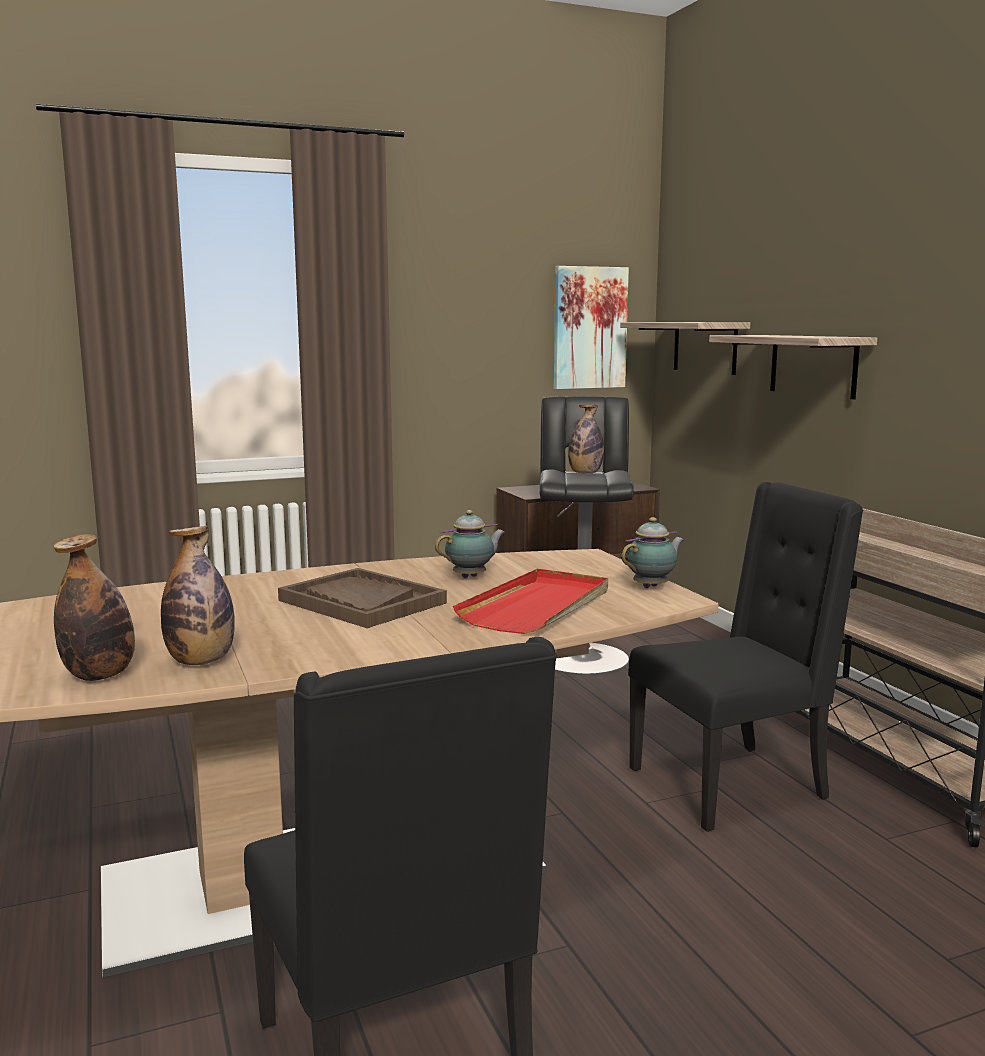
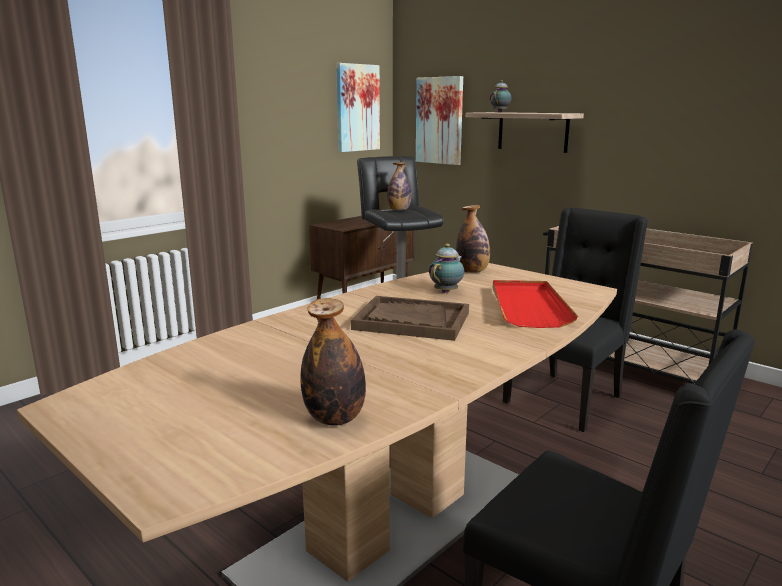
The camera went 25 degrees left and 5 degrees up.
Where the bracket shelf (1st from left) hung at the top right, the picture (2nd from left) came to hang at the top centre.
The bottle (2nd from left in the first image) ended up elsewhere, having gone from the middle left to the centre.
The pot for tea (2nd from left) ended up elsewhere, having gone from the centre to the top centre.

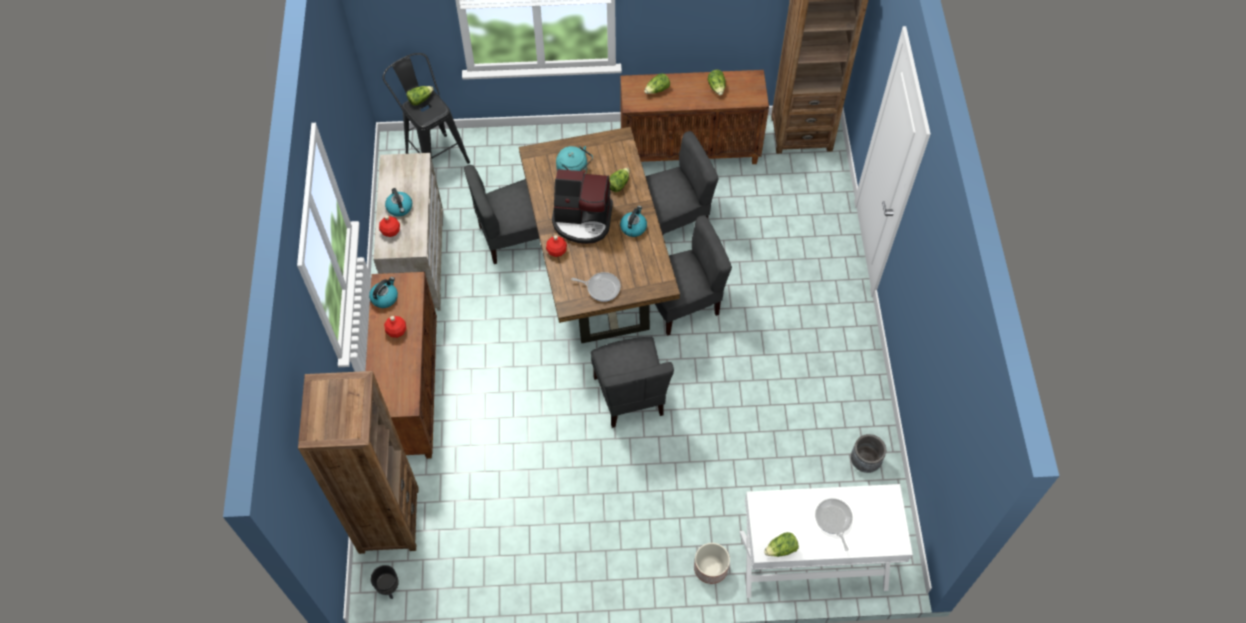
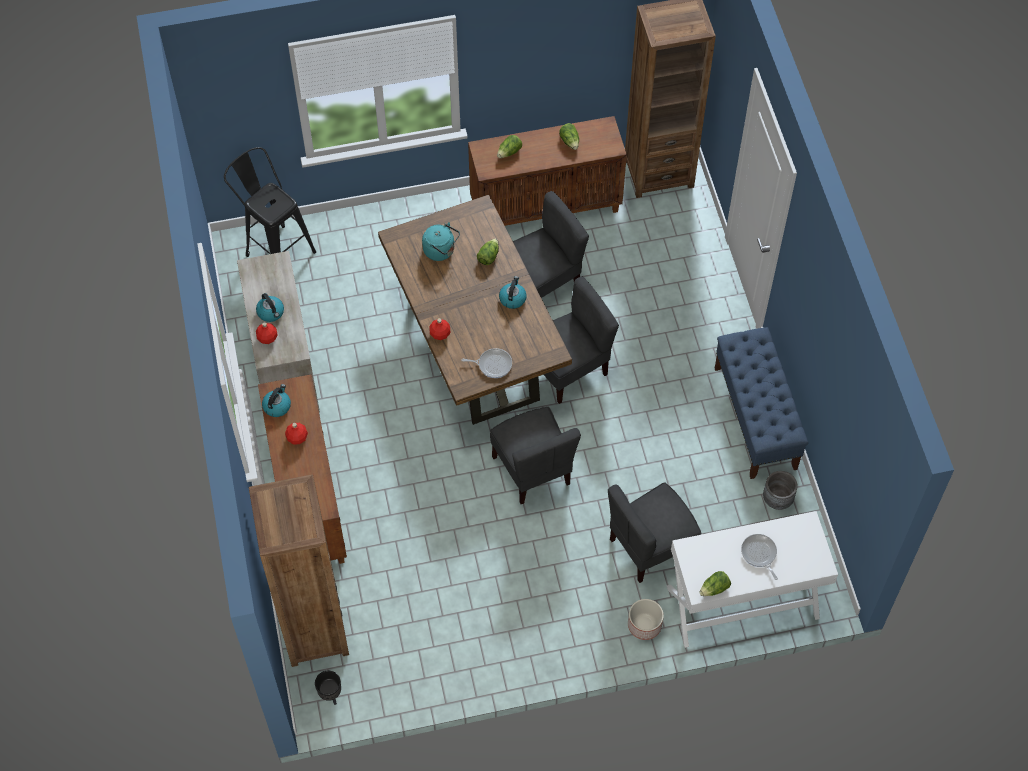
The camera went 10 degrees left and 0 degrees up.
The upright chair/grey (1st from left in the first image) ended up elsewhere, having gone from the centre to the bottom centre.
The second view gained the bench/bluish at the middle right.
The second view lost the head of lettuce (1st from left) at the top centre.
The second view lost the coffee brewer at the top centre.

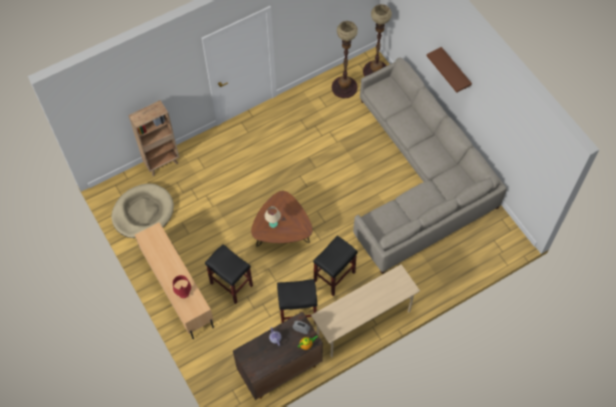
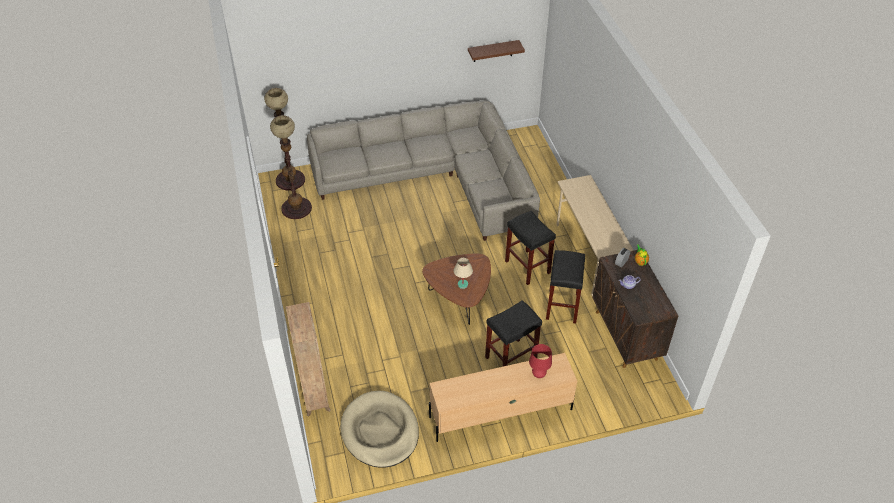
The camera went 75 degrees left and 15 degrees down.
The bracket shelf/brownish ended up elsewhere, having gone from the top right to the top centre.

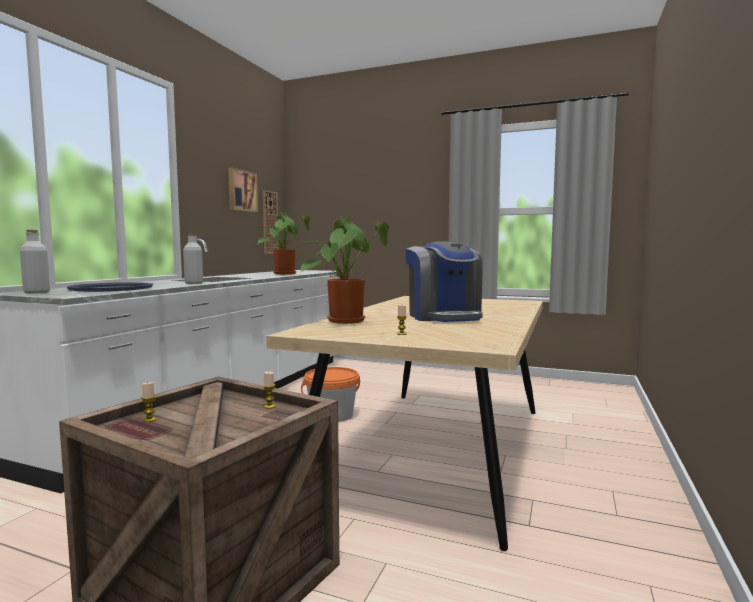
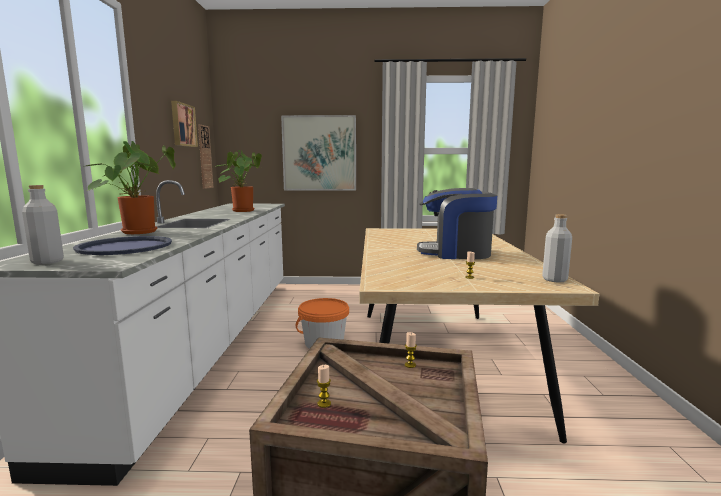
The camera went 20 degrees left and 5 degrees up.
The houseplant (2nd from left in the first image) ended up elsewhere, having gone from the centre to the middle left.
The second view gained the picture (2nd from left) at the top centre.
The coffee brewer at the centre ended up facing another way, 135 degrees clockwise from before.
The bottle/grey (2nd from left) ended up elsewhere, having gone from the middle left to the middle right.

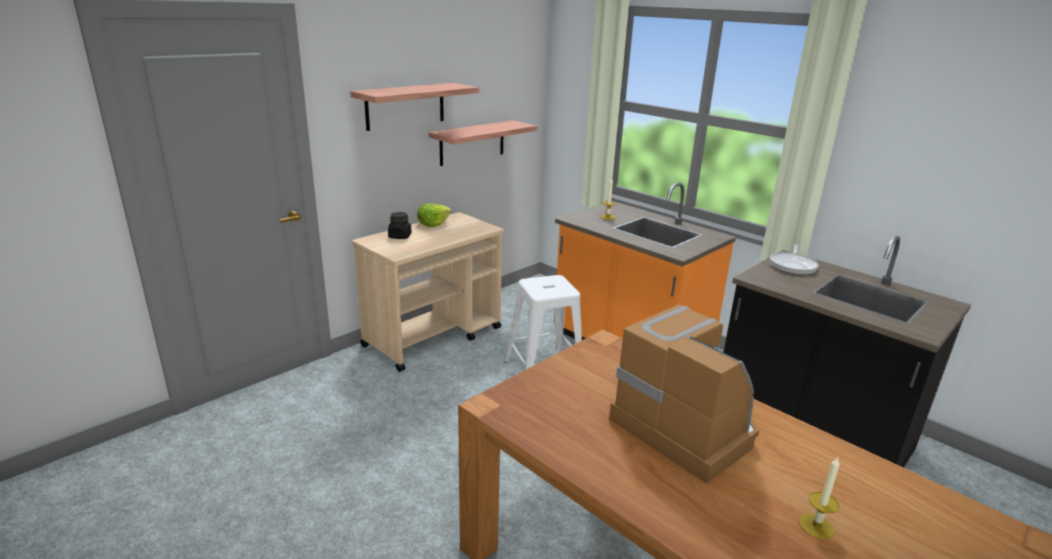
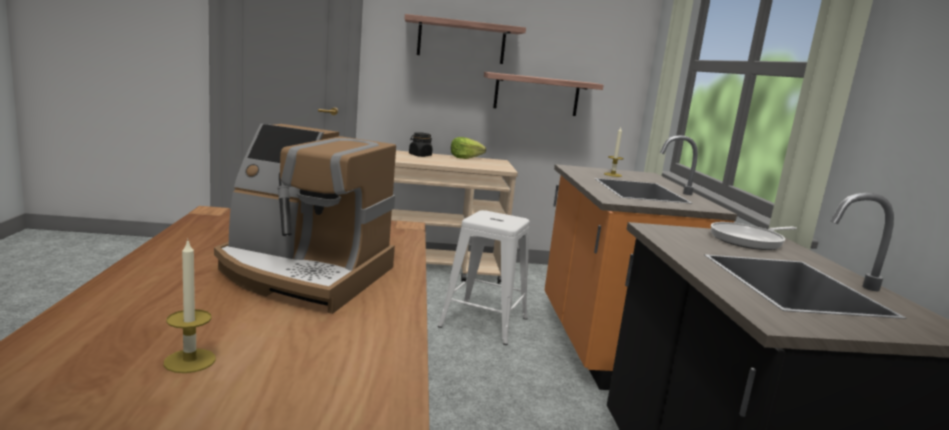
The camera went 40 degrees right and 10 degrees down.
The coffee brewer at the bottom centre ended up facing another way, 105 degrees clockwise from before.

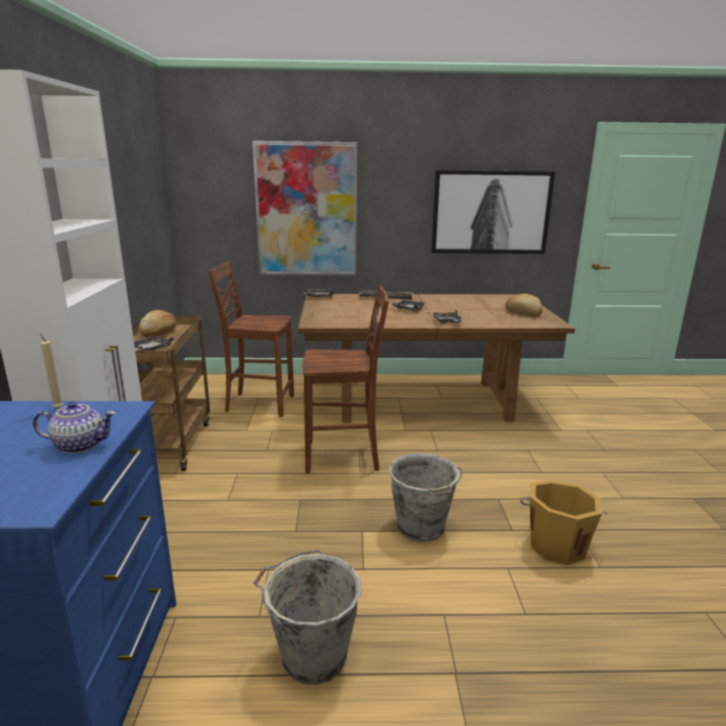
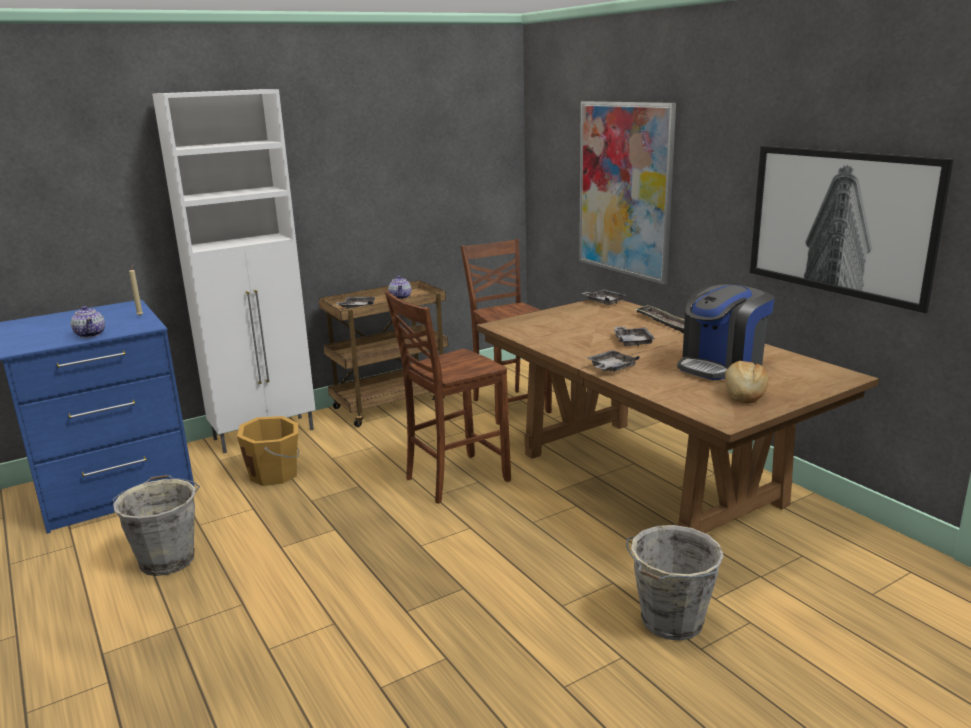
The camera went 60 degrees right and 0 degrees up.
The pail/orange ended up elsewhere, having gone from the bottom right to the middle left.
The upright chair/brownish (2nd from left in the first image) at the centre ended up facing another way, 90 degrees clockwise from before.
Where the baked bread (1st from left) stood at the middle left, the pot for tea (2nd from left) came to stand at the centre.
The pail/grey (2nd from left) ended up elsewhere, having gone from the bottom centre to the bottom right.
The second view gained the coffee brewer at the middle right.

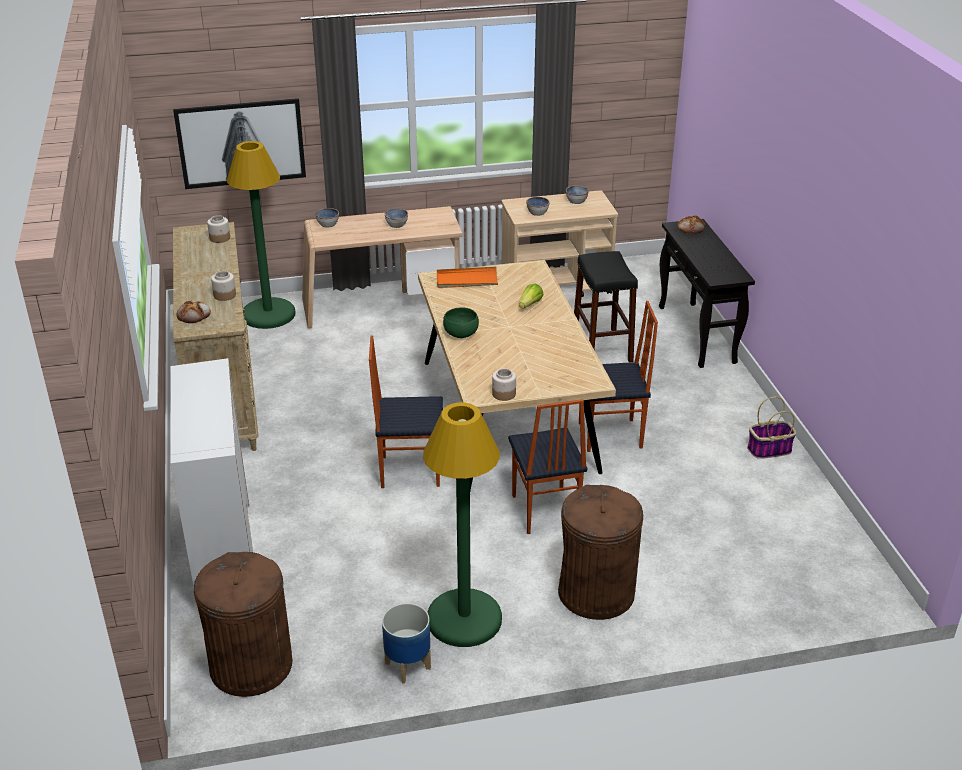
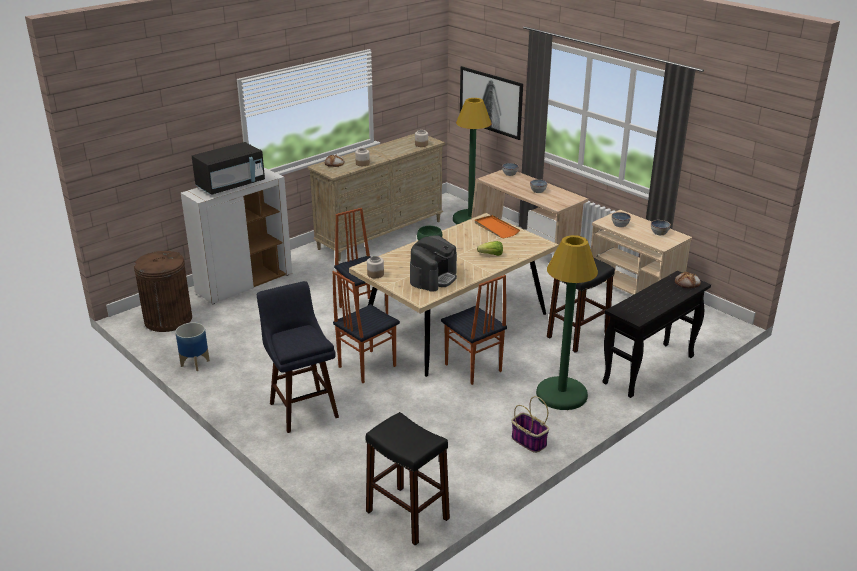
The camera went 60 degrees right and 5 degrees down.
The second view gained the microwave/black-coloured at the top left.
Where the trash can/brownish (2nd from left) stood at the bottom centre, the stool/bluish came to stand at the centre.
The second view gained the stool/black-coloured (1st from left) at the bottom centre.
The second view gained the coffee brewer at the centre.
The standard lamp/green-coloured (2nd from left) ended up elsewhere, having gone from the bottom centre to the centre.

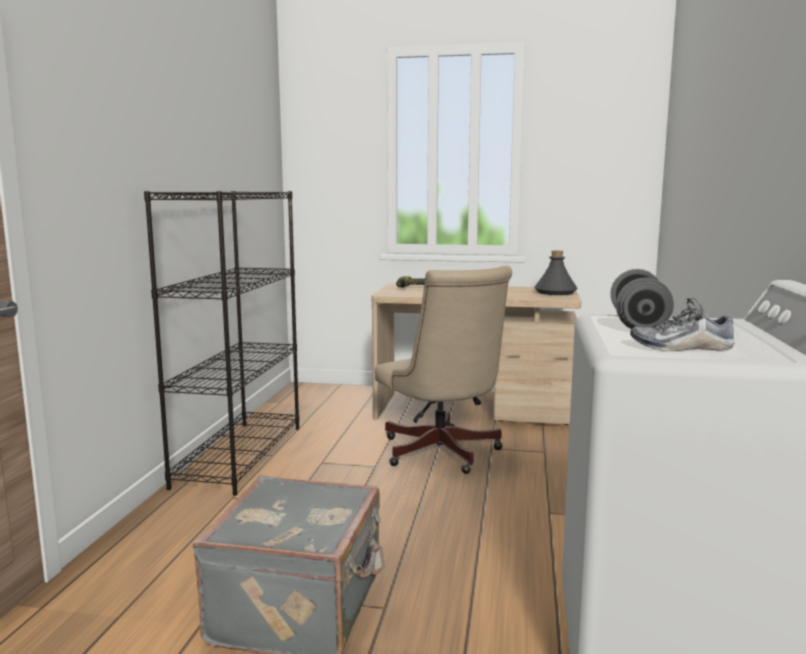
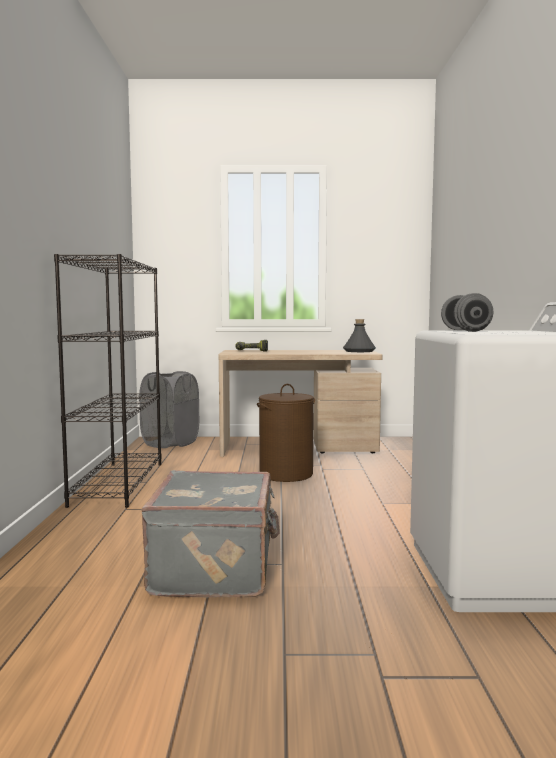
The camera went 10 degrees left and 5 degrees down.
The second view gained the washing basket/grey at the middle left.
Where the computer chair/beige-coloured stood at the centre, the washing basket/brownish came to stand at the centre.
The second view lost the shoe at the middle right.

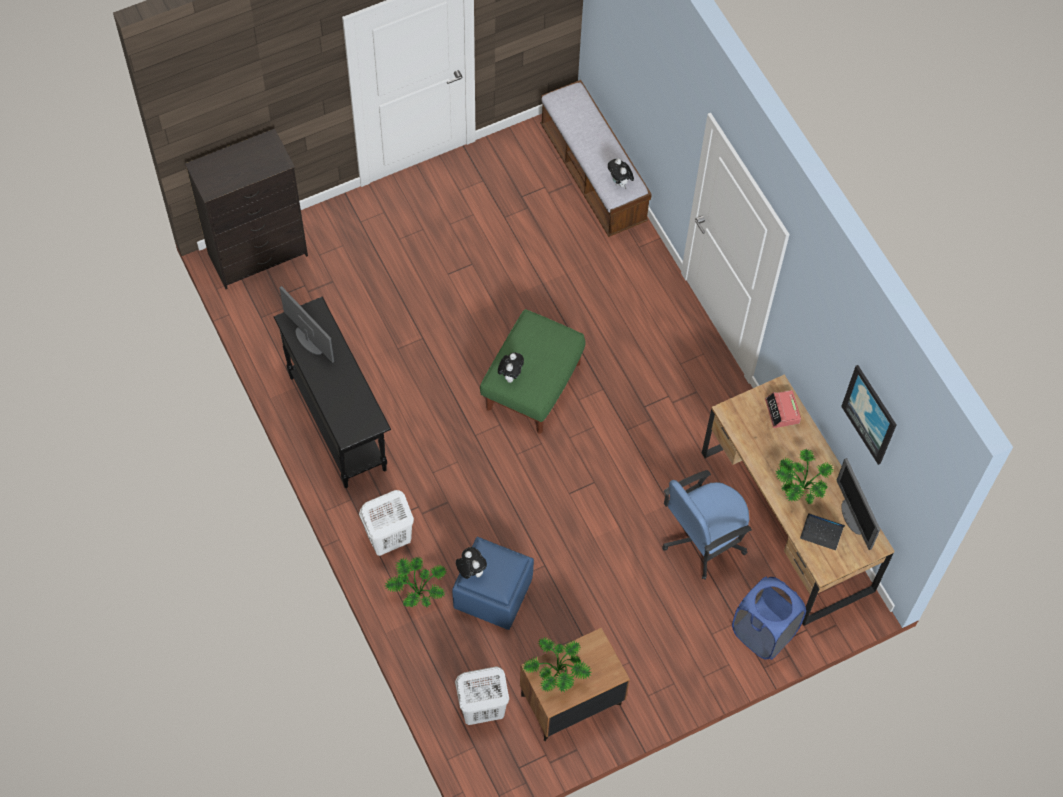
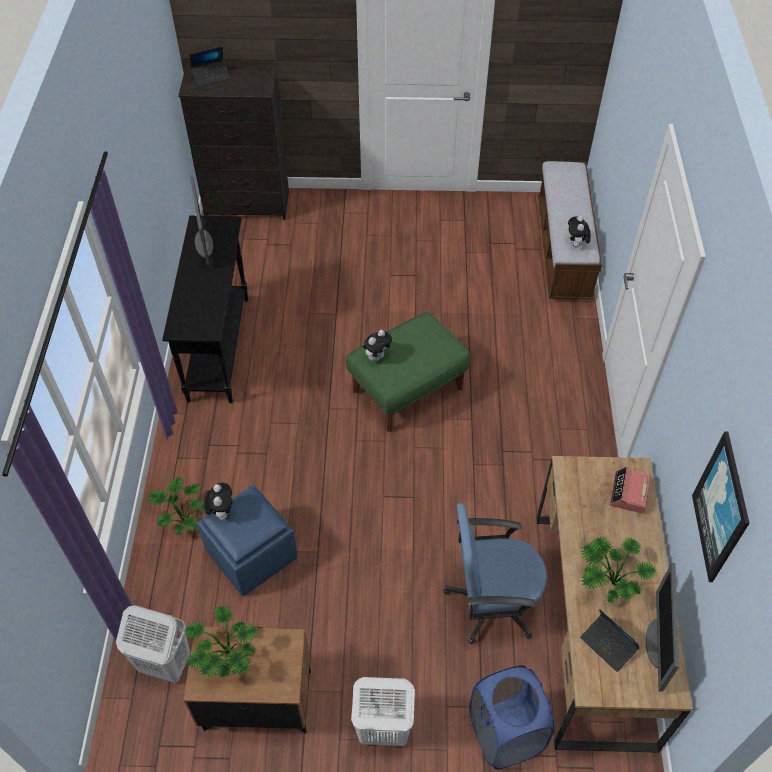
The camera went 30 degrees right and 10 degrees down.
The second view gained the laptop (1st from left) at the top left.
The washing basket/white (1st from left in the first image) ended up elsewhere, having gone from the centre to the bottom centre.

